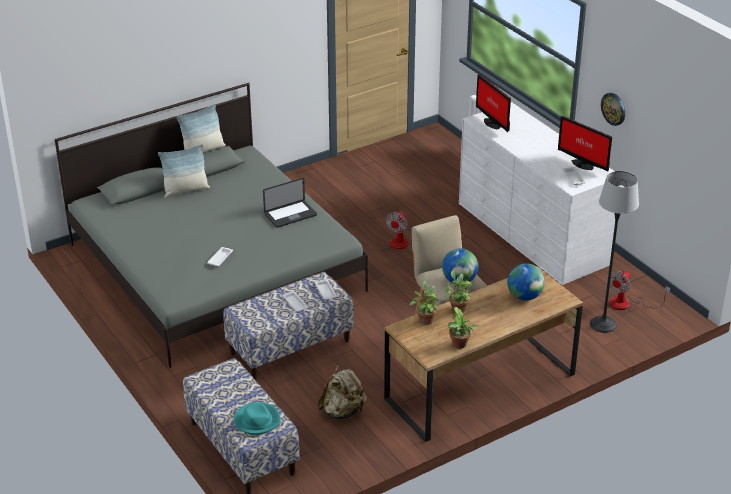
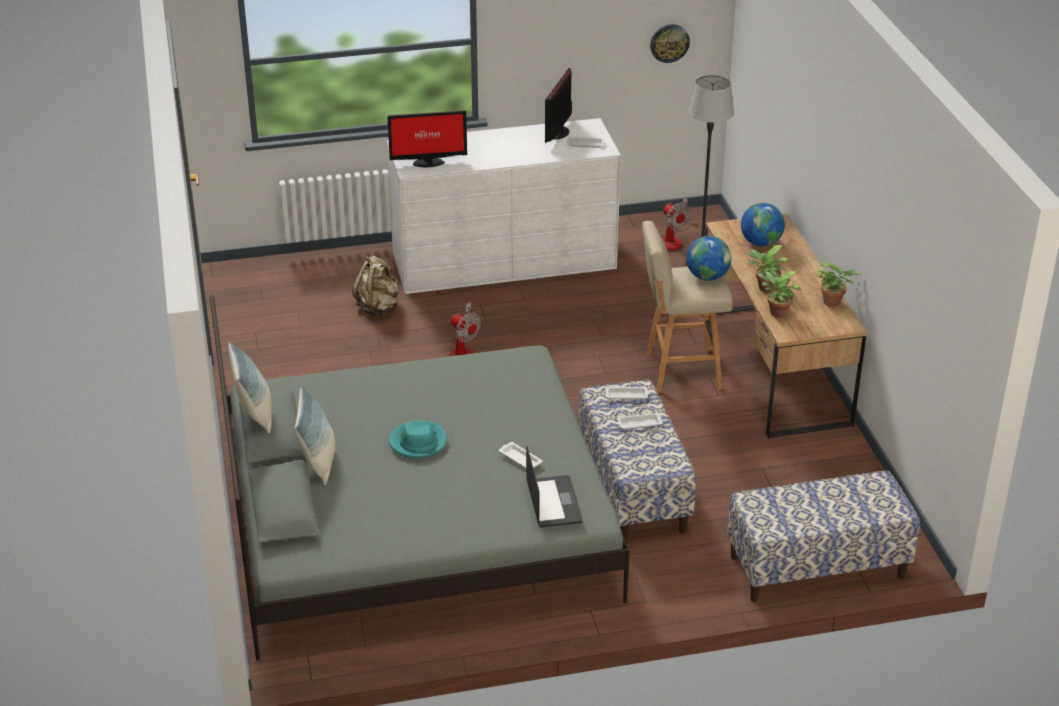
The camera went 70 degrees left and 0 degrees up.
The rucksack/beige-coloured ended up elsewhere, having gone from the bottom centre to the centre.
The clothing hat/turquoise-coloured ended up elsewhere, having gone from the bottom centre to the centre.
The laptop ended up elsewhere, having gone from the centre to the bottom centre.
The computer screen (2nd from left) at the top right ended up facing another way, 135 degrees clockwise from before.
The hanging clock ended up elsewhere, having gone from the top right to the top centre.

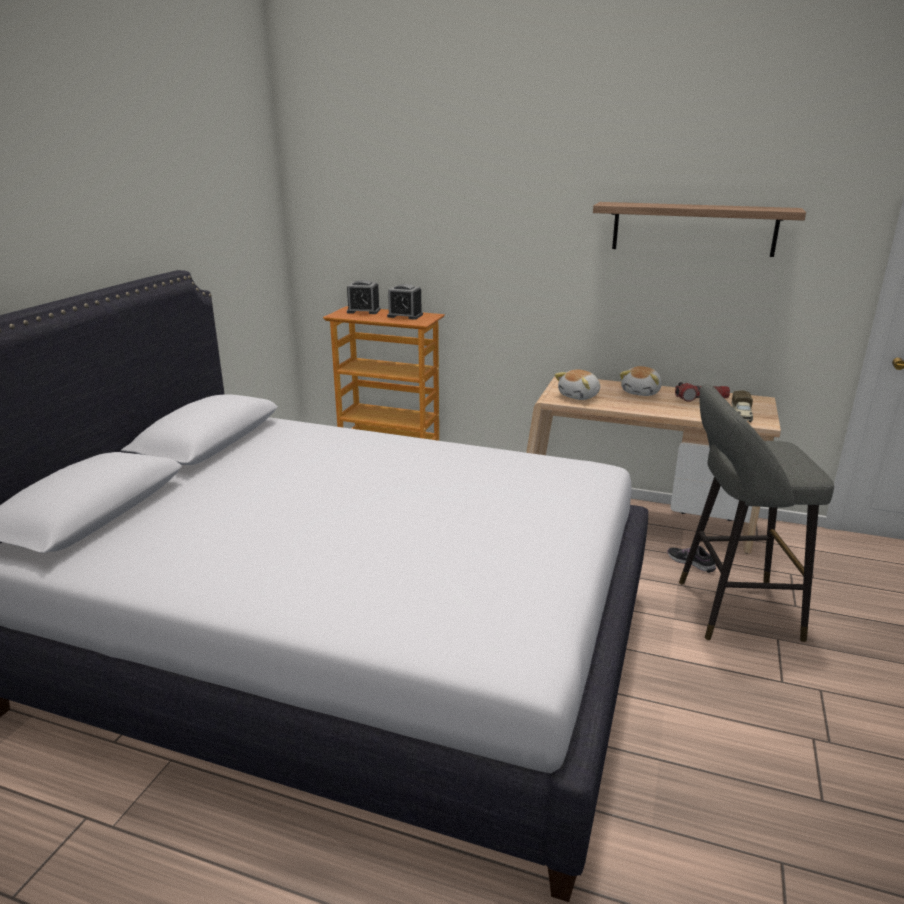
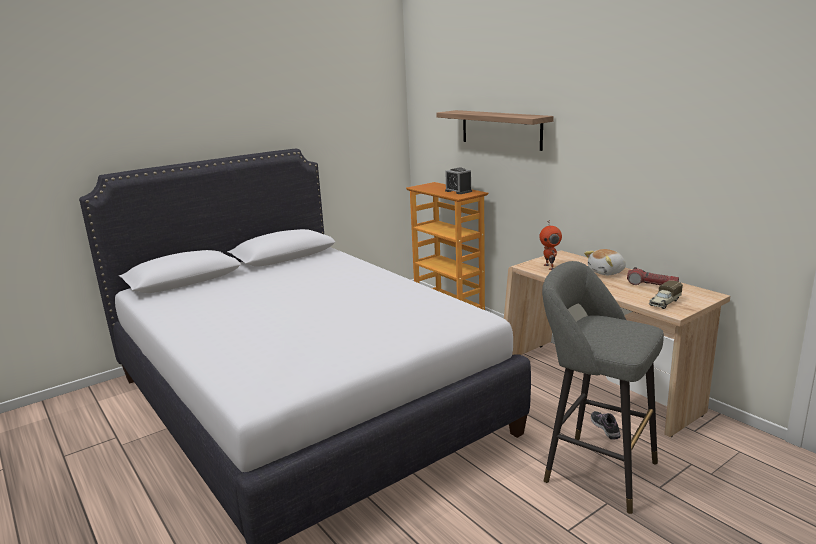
The camera went 35 degrees right and 5 degrees down.
The bracket shelf ended up elsewhere, having gone from the top right to the top centre.
Where the plush toy (1st from left) stood at the centre, the robot figure came to stand at the middle right.
The second view lost the table clock (1st from left) at the top centre.

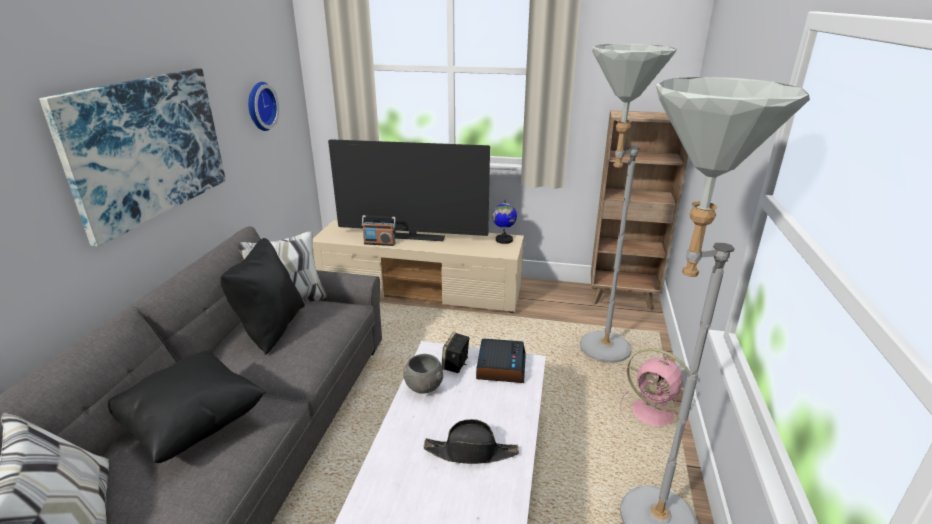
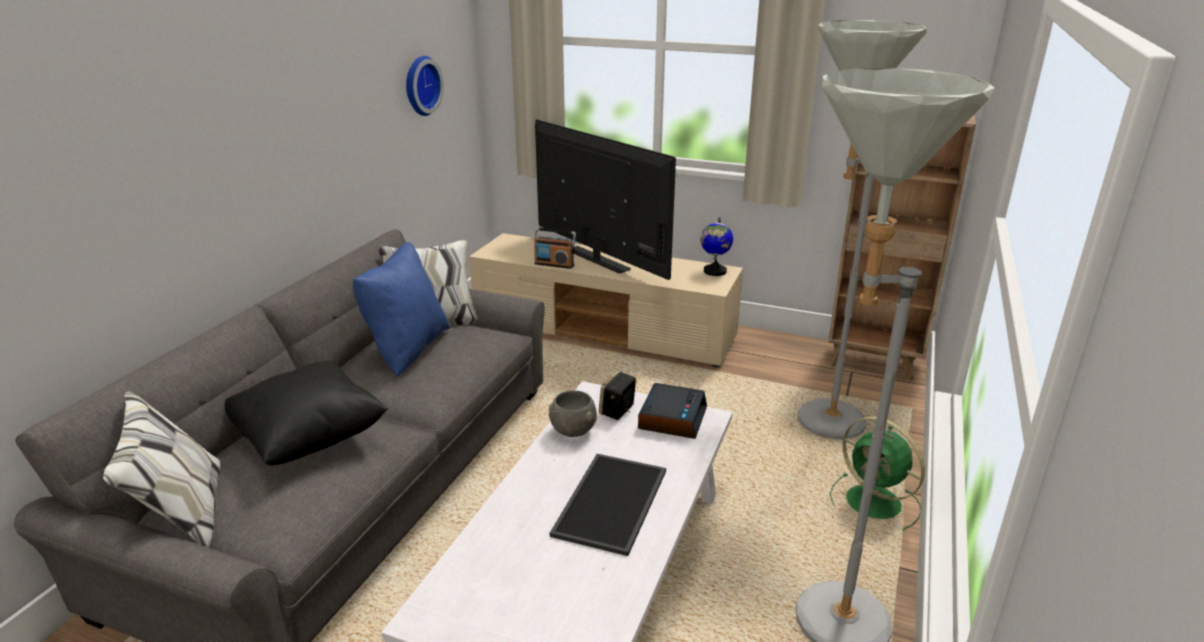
The camera went 10 degrees right and 0 degrees up.
What was the throw pillow/black-coloured (2nd from left) at the middle left turned into the throw pillow/bluish at the middle left.
The television at the centre ended up facing another way, 150 degrees counterclockwise from before.
Where the clothing hat/black-coloured stood at the bottom centre, the serving tray came to stand at the bottom centre.
What was the cooling fan/pinkish at the bottom right turned into the cooling fan/green-coloured at the bottom right.
The second view lost the picture at the top left.

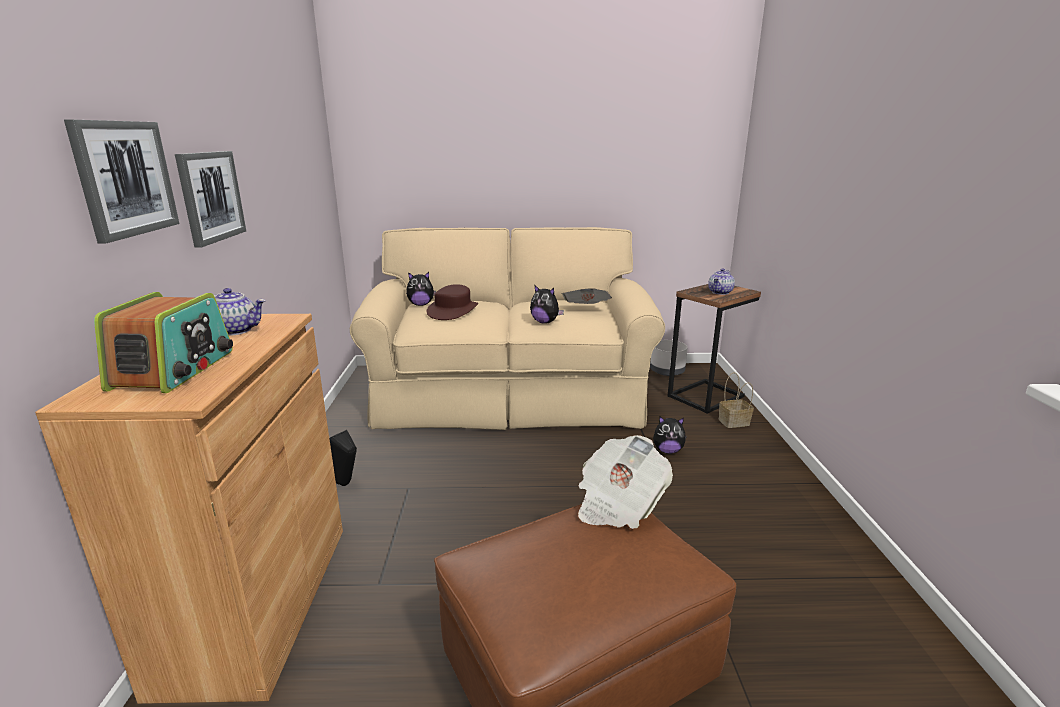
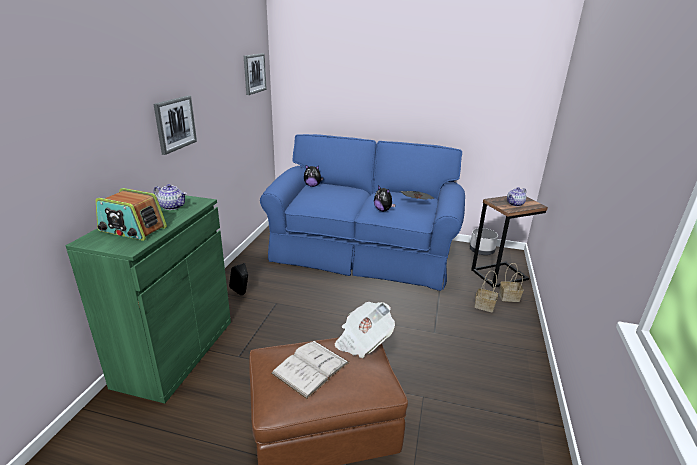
The camera went 15 degrees right and 5 degrees up.
What was the cupboard/brownish at the bottom left turned into the cupboard/green-coloured at the middle left.
The radio set at the middle left ended up facing another way, 90 degrees clockwise from before.
The picture (1st from left in the first image) ended up elsewhere, having gone from the top left to the top centre.
What was the couch/beige-coloured at the centre turned into the couch/bluish at the centre.
The second view gained the volume/white at the bottom centre.
The second view gained the basket (1st from left) at the middle right.
The second view lost the clothing hat/brownish at the centre.
The second view lost the plush toy (3rd from left) at the centre.

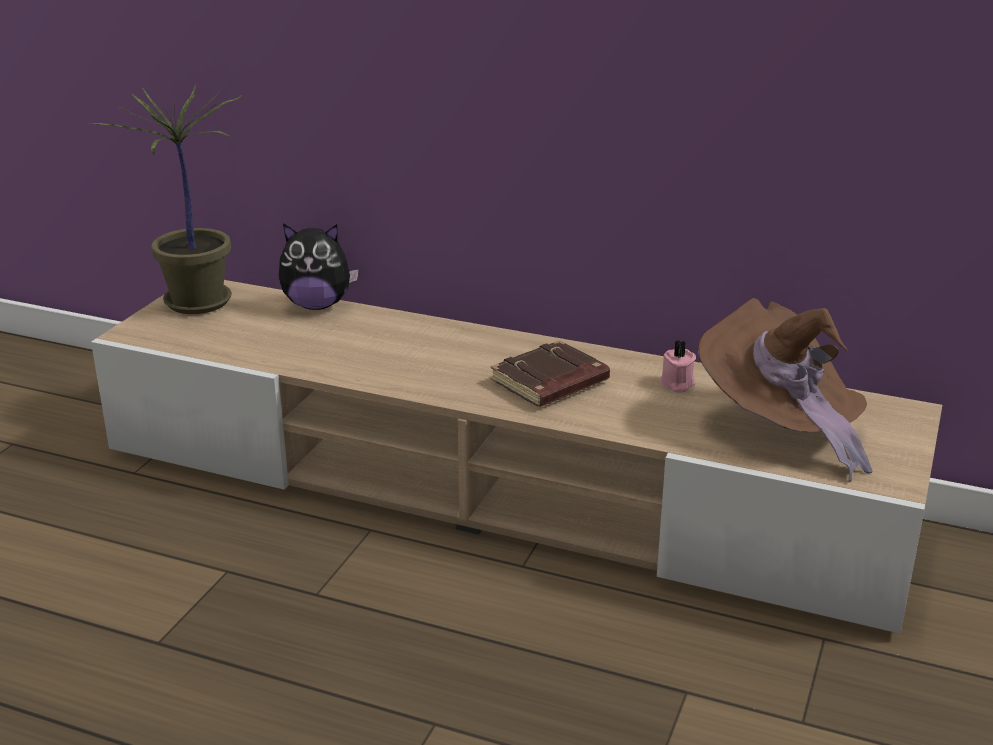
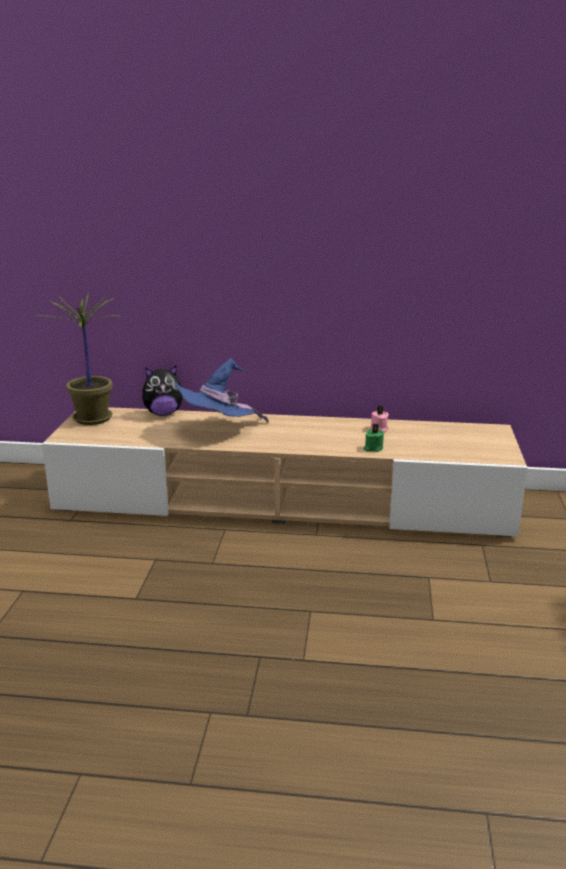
The camera went 15 degrees left and 5 degrees down.
The second view gained the clothing hat/bluish at the centre.
The second view gained the wax light/green-coloured at the centre.
The second view lost the volume/brownish at the centre.
The second view lost the clothing hat/brownish at the middle right.

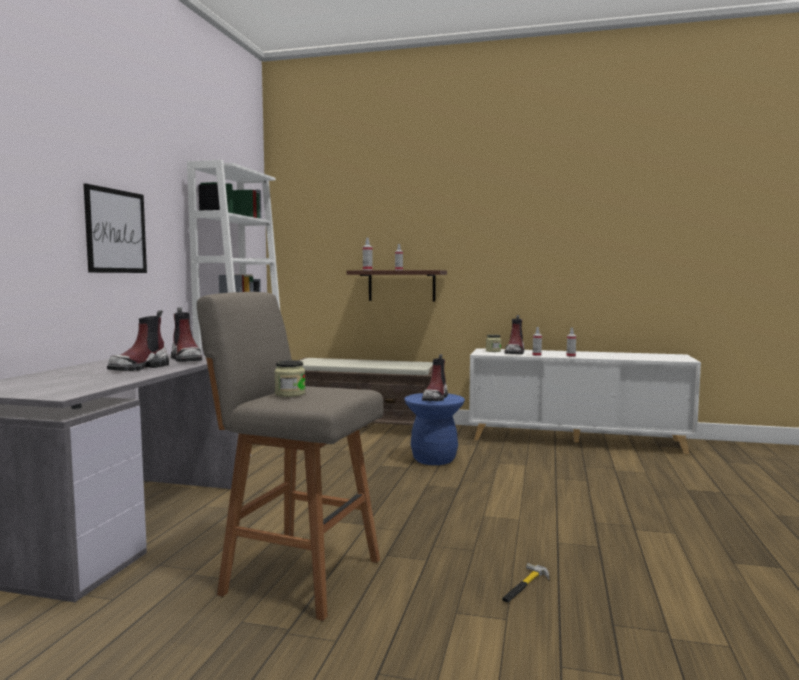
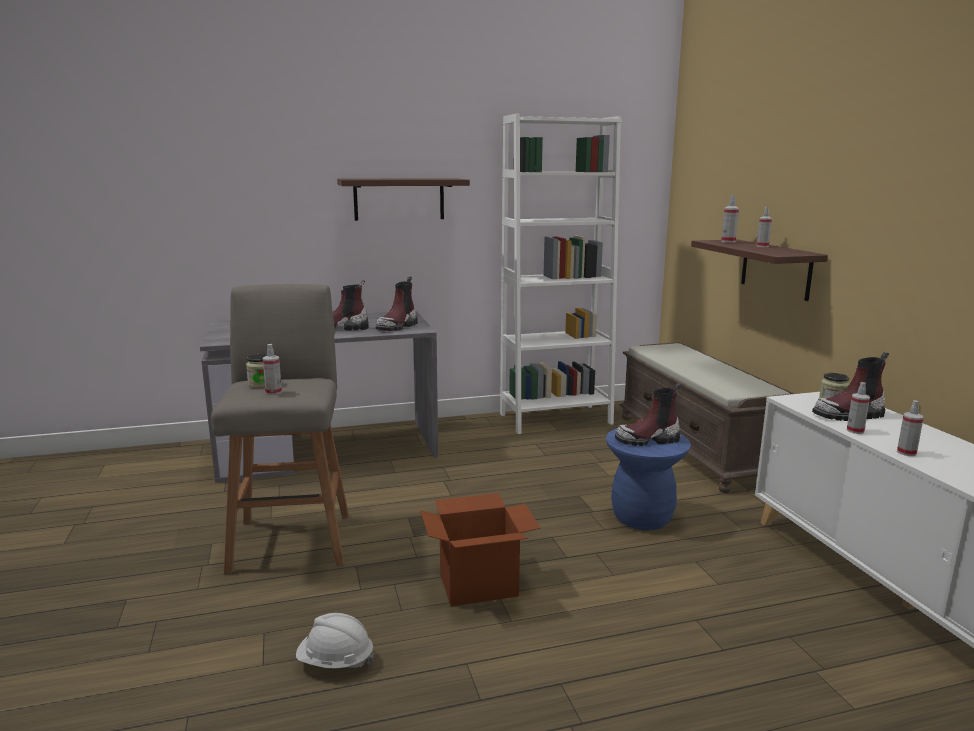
The camera went 60 degrees right and 10 degrees up.
The second view gained the spray bottle (1st from left) at the middle left.
Where the tool hammer stood at the bottom centre, the work helmet/white came to stand at the bottom centre.
Where the picture hung at the middle left, the bracket shelf (1st from left) came to hang at the top centre.
The second view gained the carton at the bottom centre.

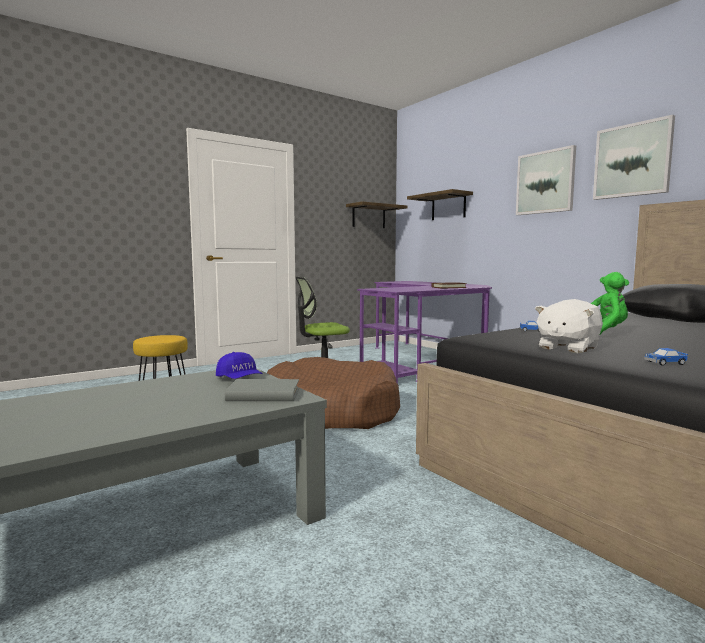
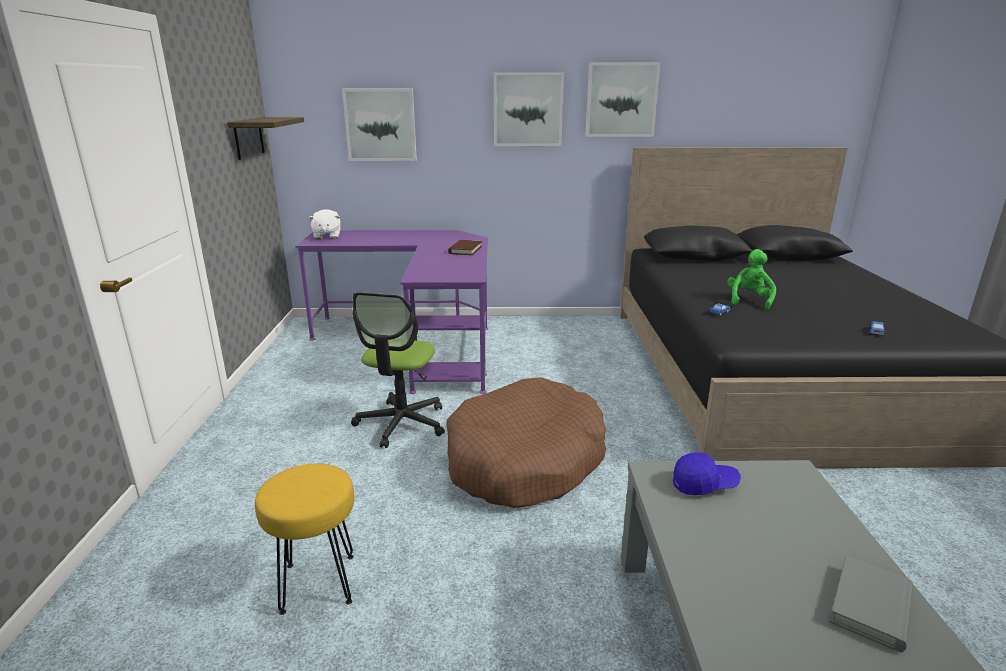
The camera went 55 degrees left and 15 degrees up.
The plush toy/white ended up elsewhere, having gone from the middle right to the middle left.
Where the bracket shelf (2nd from left) hung at the top centre, the picture (1st from left) came to hang at the top centre.
The volume/grey ended up elsewhere, having gone from the centre to the bottom right.

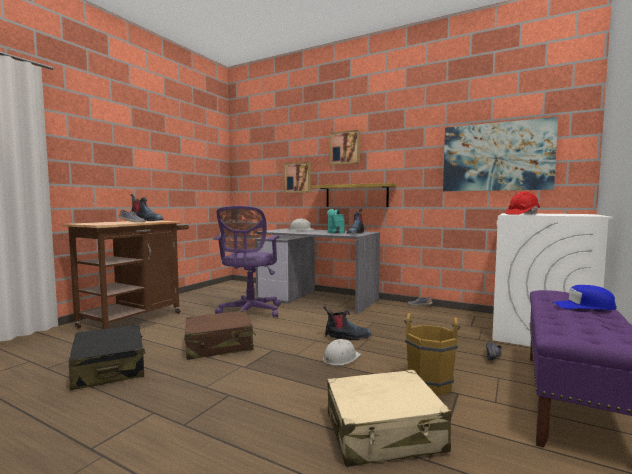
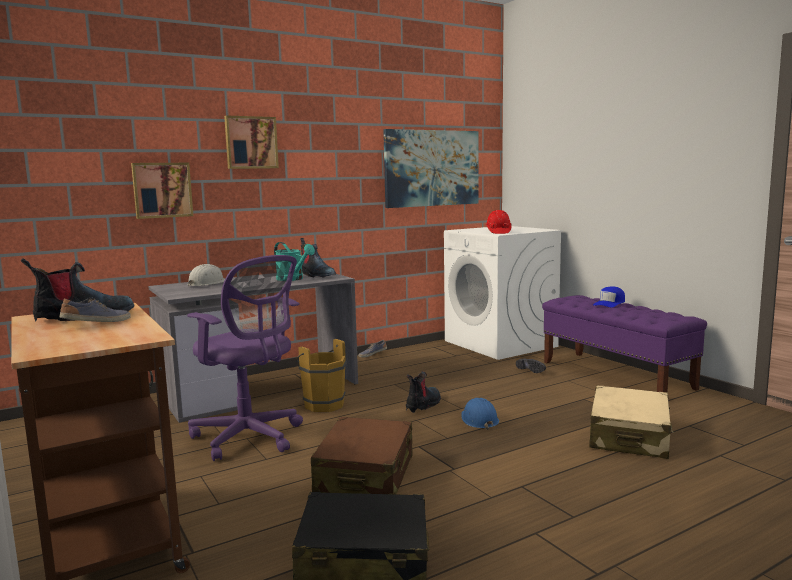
The camera went 60 degrees left and 5 degrees up.
The pail/brownish ended up elsewhere, having gone from the bottom right to the centre.
What was the work helmet/white (2nd from left) at the bottom centre turned into the work helmet/bluish at the bottom centre.
The second view lost the bracket shelf at the centre.

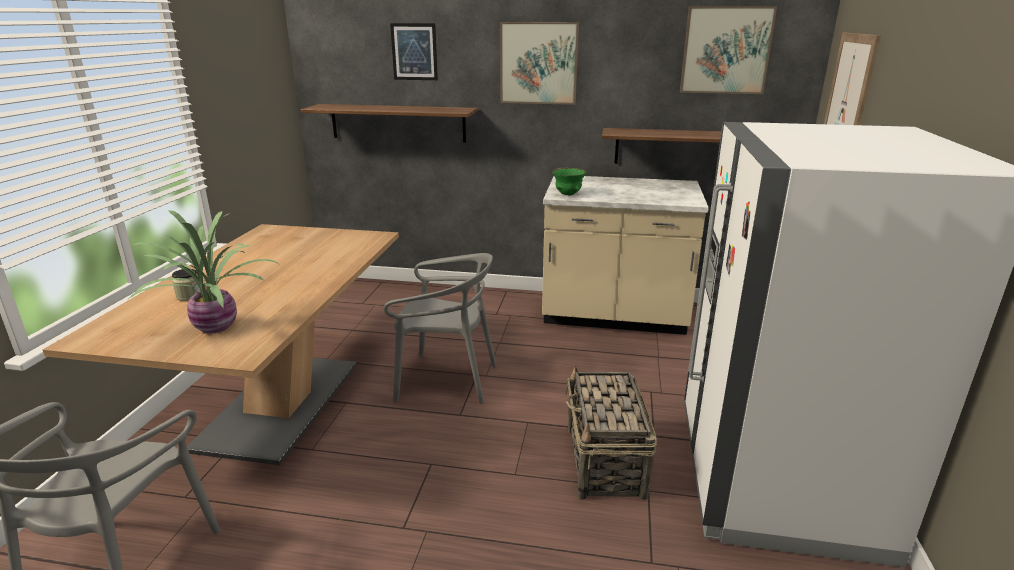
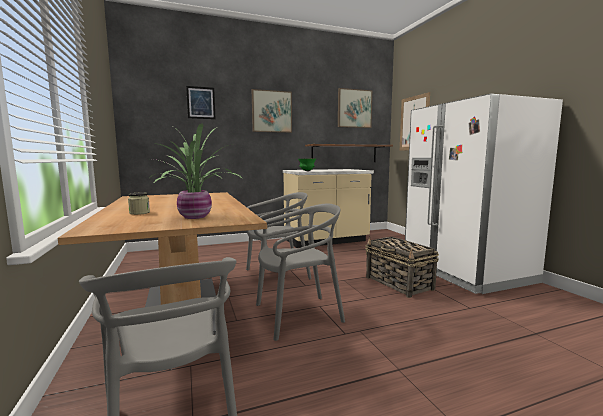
The camera went 30 degrees left and 15 degrees down.
The second view gained the upright chair/grey (3rd from left) at the centre.
The second view lost the bracket shelf (1st from left) at the top centre.

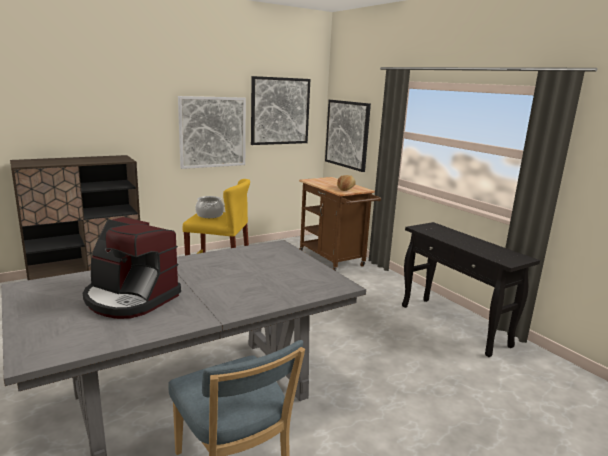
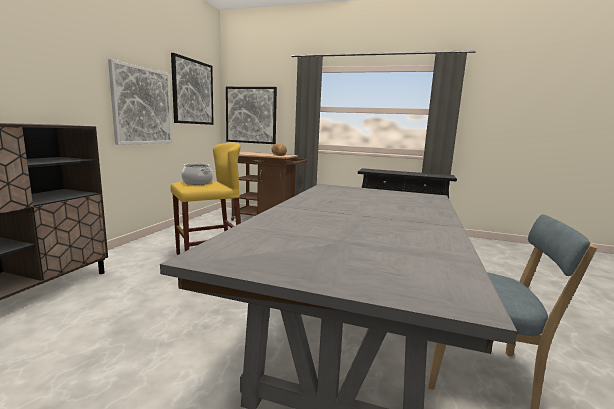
The camera went 40 degrees left and 5 degrees down.
The second view lost the coffee brewer at the middle left.

